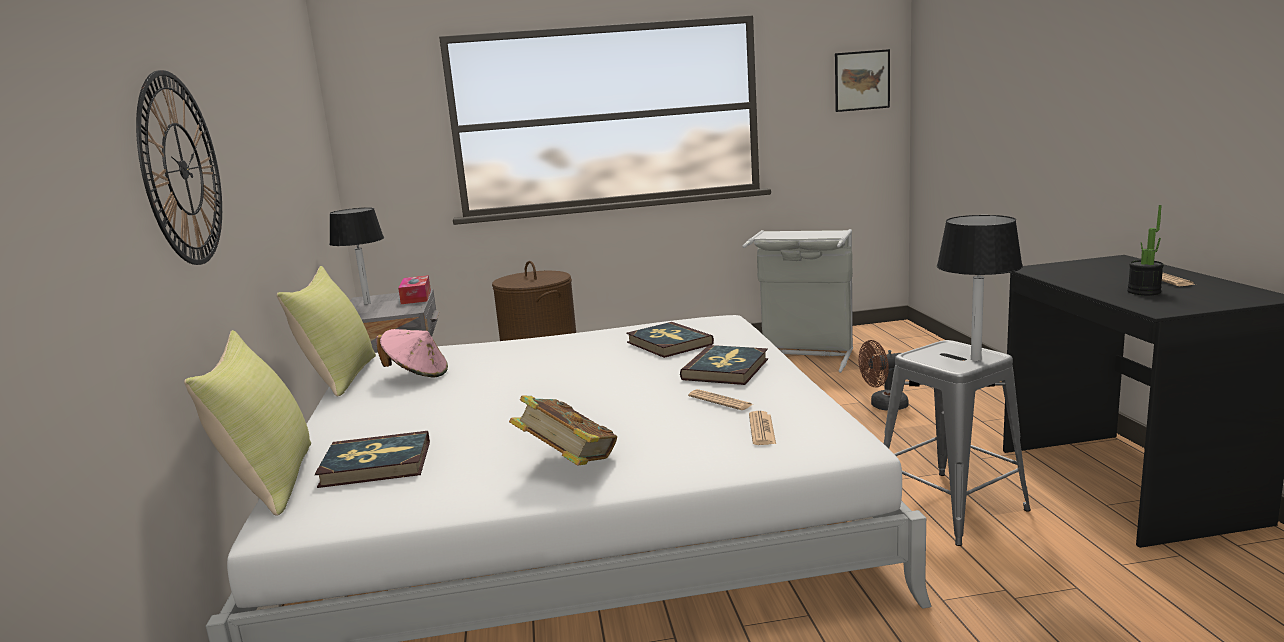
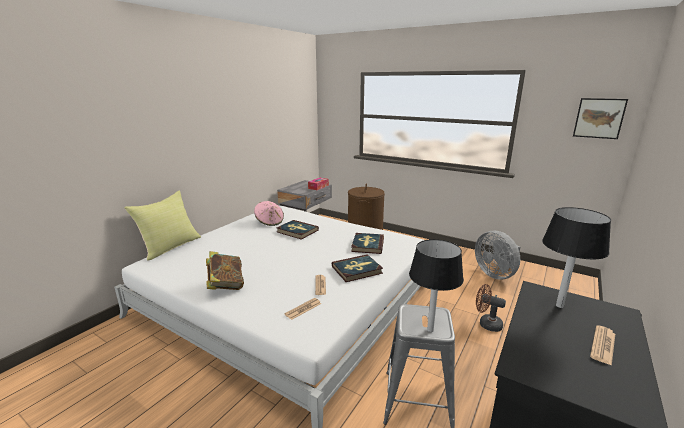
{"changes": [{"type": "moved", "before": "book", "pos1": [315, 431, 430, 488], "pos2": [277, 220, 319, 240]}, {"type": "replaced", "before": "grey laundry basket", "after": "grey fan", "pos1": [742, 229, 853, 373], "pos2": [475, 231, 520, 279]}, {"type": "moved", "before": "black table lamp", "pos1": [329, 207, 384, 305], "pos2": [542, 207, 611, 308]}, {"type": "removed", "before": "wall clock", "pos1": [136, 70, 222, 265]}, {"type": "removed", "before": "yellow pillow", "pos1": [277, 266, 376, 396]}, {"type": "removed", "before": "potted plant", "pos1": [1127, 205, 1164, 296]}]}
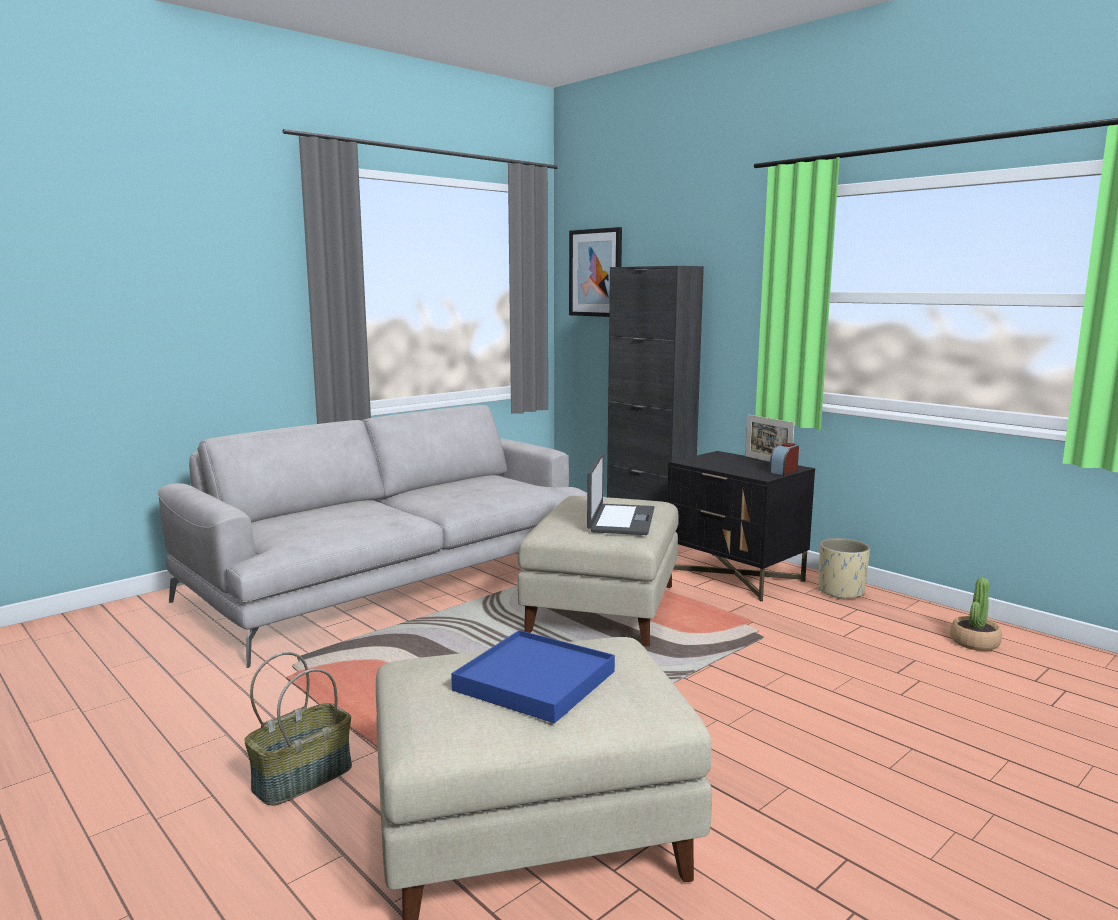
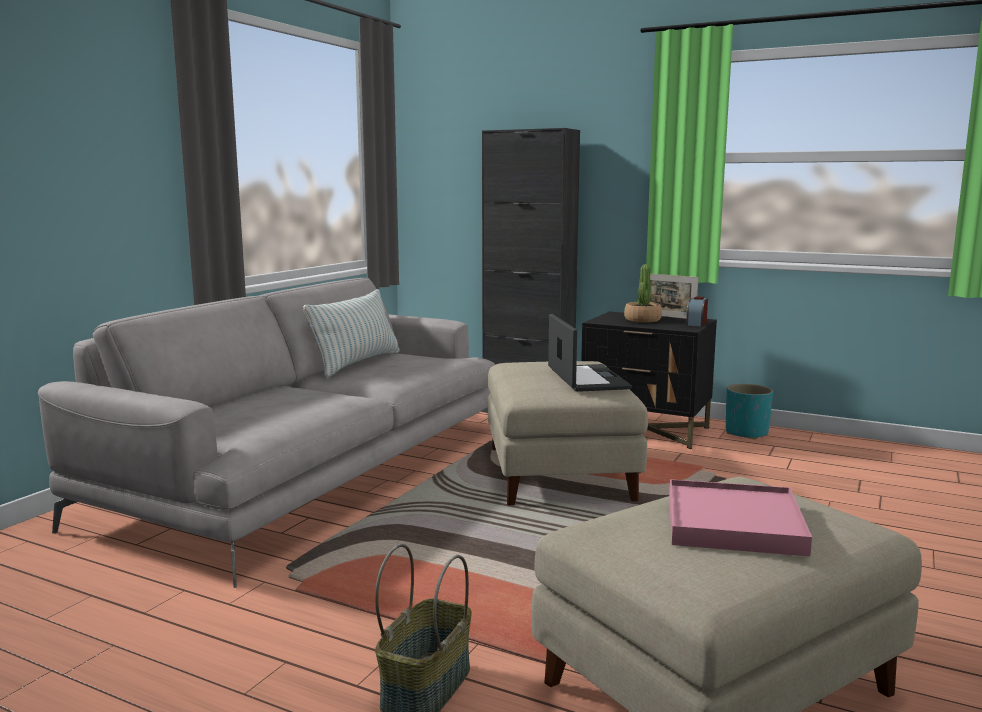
{"changes": [{"type": "added", "after": "pillow", "pos2": [303, 289, 400, 378]}, {"type": "moved", "before": "potted plant", "pos1": [950, 578, 1002, 651], "pos2": [624, 264, 662, 323]}, {"type": "recoloured", "before": "blue tray", "after": "pink tray", "pos1": [451, 630, 615, 723], "pos2": [669, 479, 812, 557]}, {"type": "recoloured", "before": "beige planter", "after": "turquoise planter", "pos1": [819, 538, 870, 600], "pos2": [726, 384, 773, 439]}, {"type": "removed", "before": "picture", "pos1": [569, 227, 622, 317]}]}
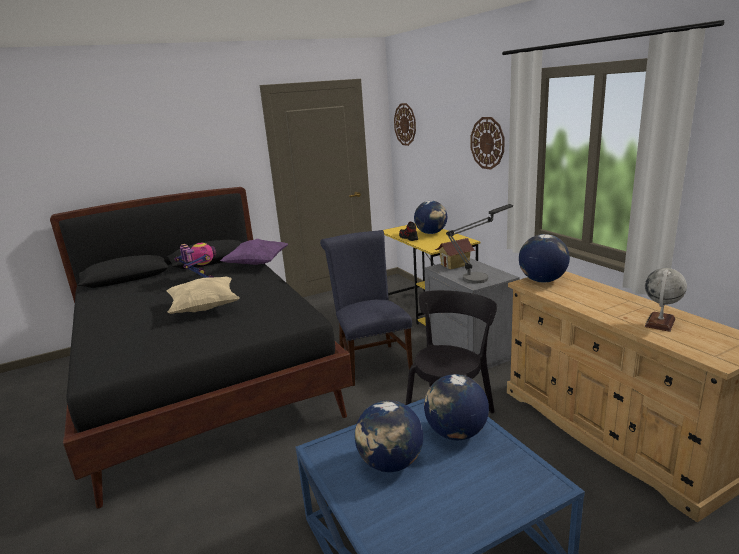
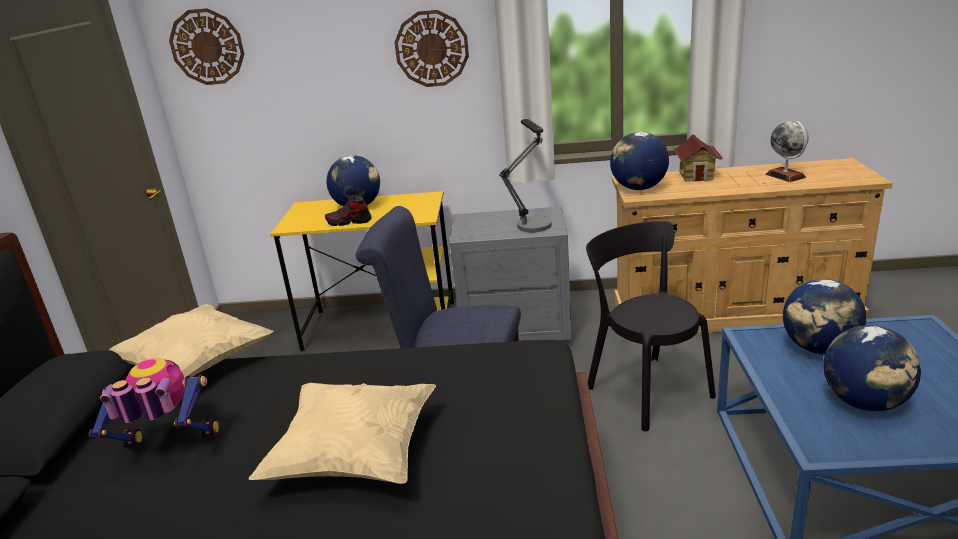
{"changes": [{"type": "recoloured", "before": "purple pillow", "after": "beige pillow", "pos1": [220, 239, 288, 265], "pos2": [109, 304, 273, 378]}, {"type": "moved", "before": "toy house", "pos1": [435, 238, 475, 269], "pos2": [673, 134, 723, 182]}]}
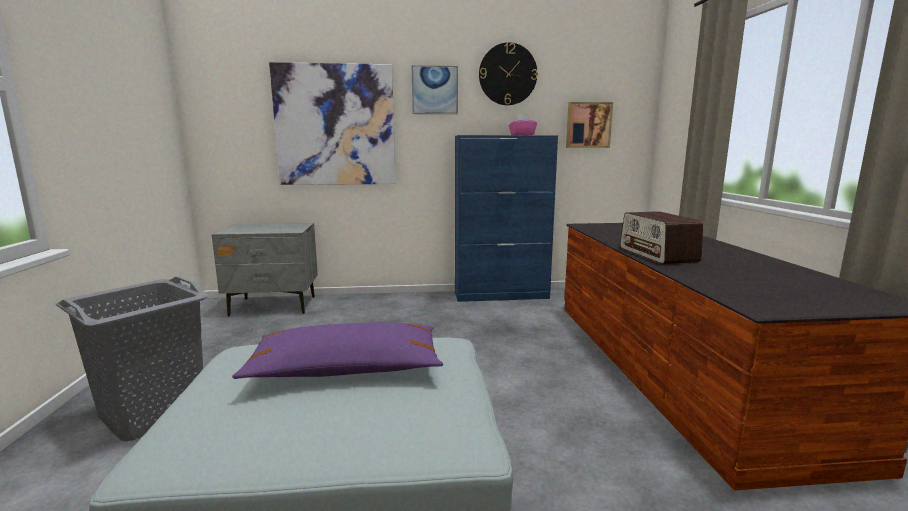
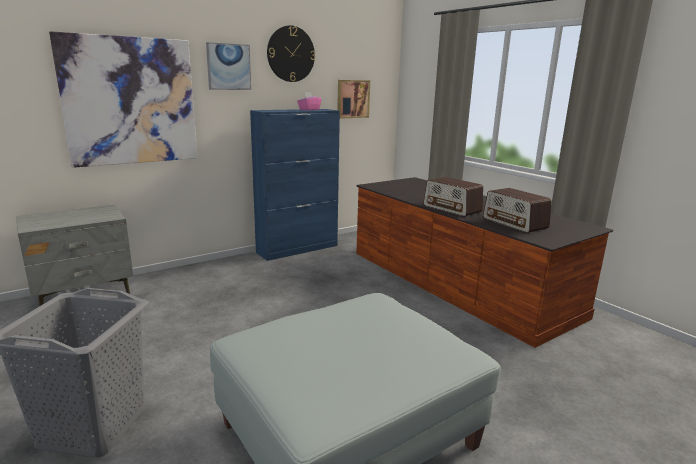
{"changes": [{"type": "added", "after": "radio", "pos2": [483, 188, 551, 233]}, {"type": "removed", "before": "purple pillow", "pos1": [232, 322, 443, 379]}]}
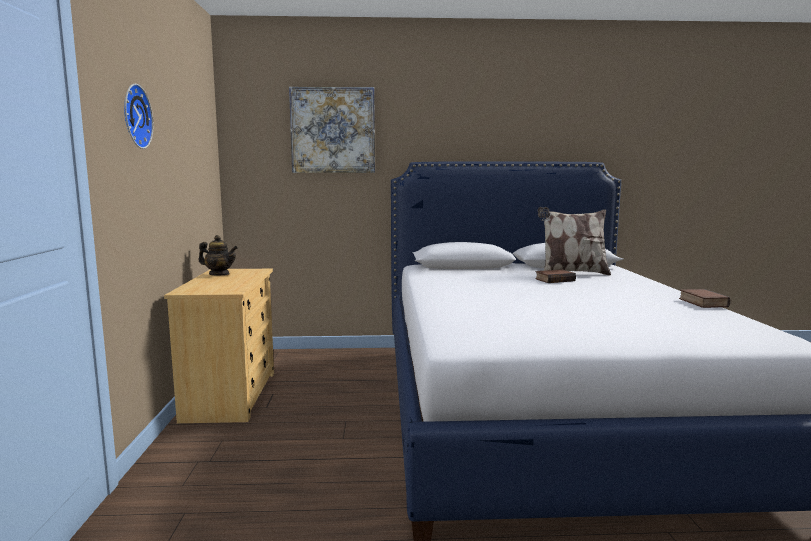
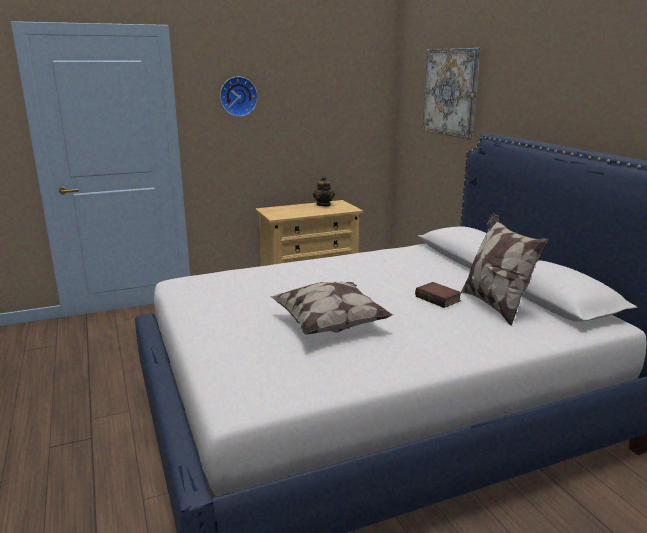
{"changes": [{"type": "added", "after": "pillow", "pos2": [271, 281, 393, 334]}, {"type": "removed", "before": "book", "pos1": [679, 289, 731, 308]}]}
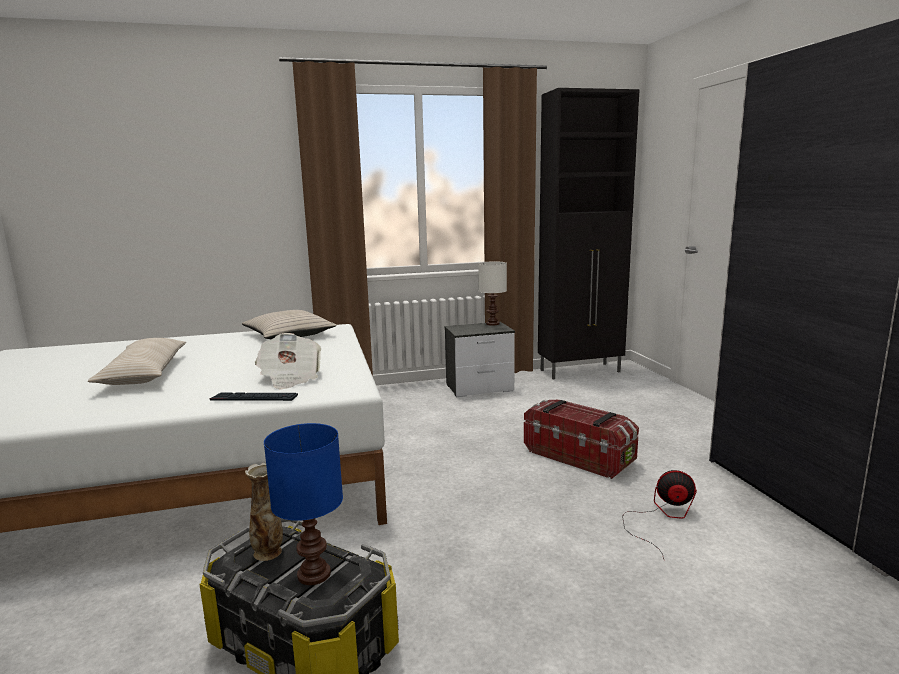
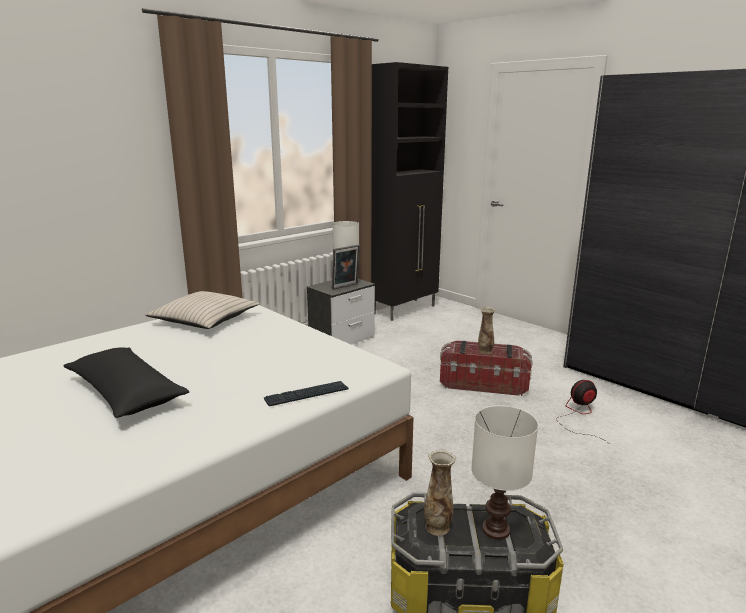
{"changes": [{"type": "recoloured", "before": "beige pillow", "after": "black pillow", "pos1": [88, 338, 186, 385], "pos2": [63, 348, 190, 418]}, {"type": "added", "after": "picture frame", "pos2": [332, 245, 360, 290]}, {"type": "recoloured", "before": "blue table lamp", "after": "white table lamp", "pos1": [264, 423, 343, 585], "pos2": [471, 405, 538, 540]}, {"type": "added", "after": "vase", "pos2": [478, 307, 496, 355]}, {"type": "removed", "before": "newspaper", "pos1": [255, 333, 321, 389]}]}
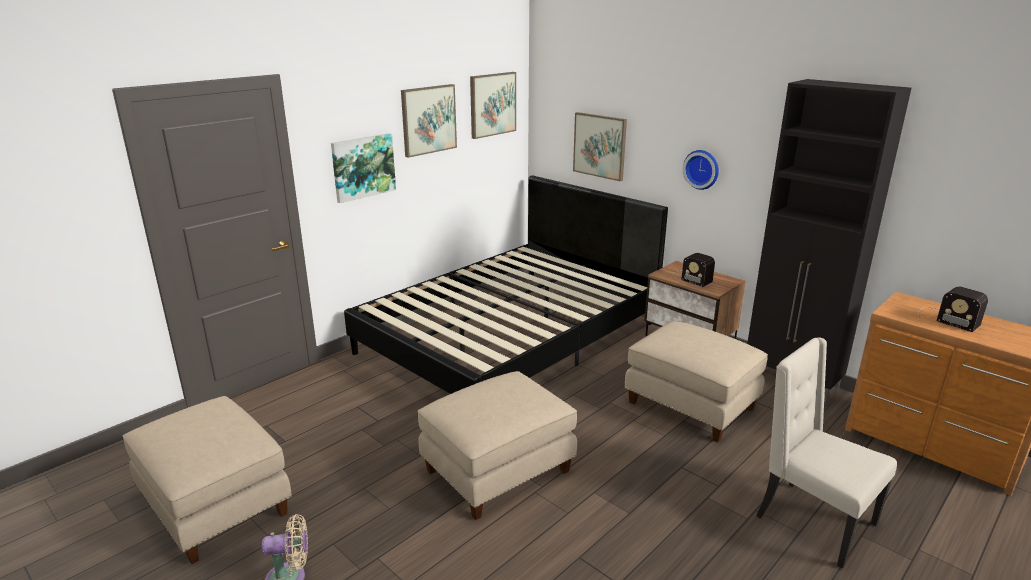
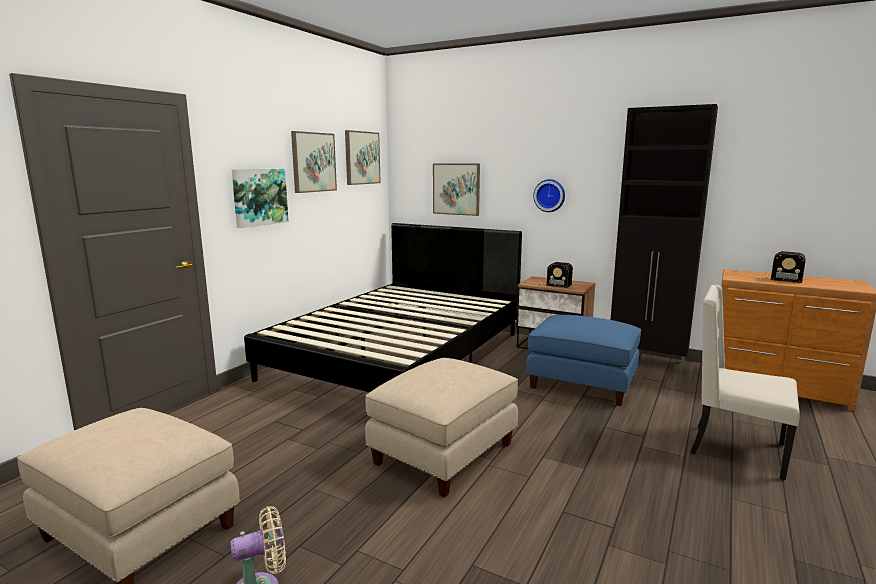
{"changes": [{"type": "recoloured", "before": "beige ottoman", "after": "blue ottoman", "pos1": [625, 321, 768, 442], "pos2": [526, 315, 641, 406]}]}
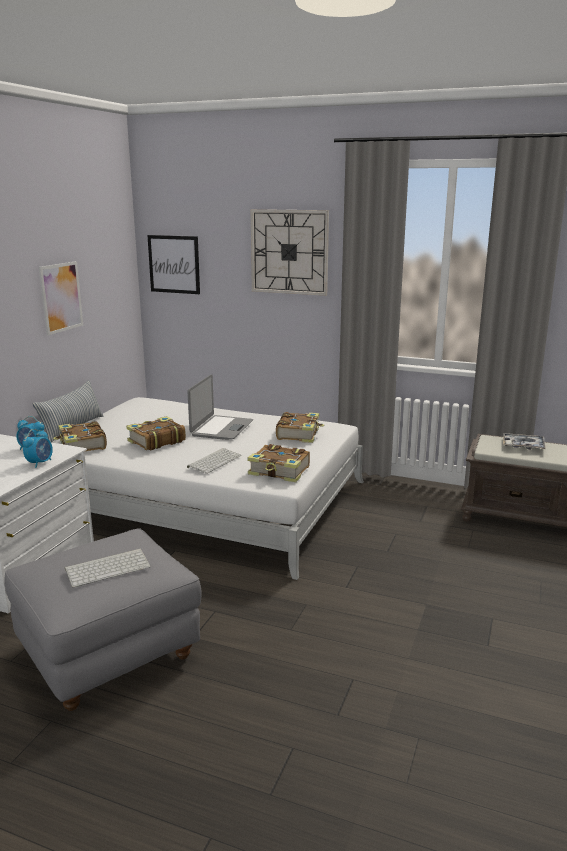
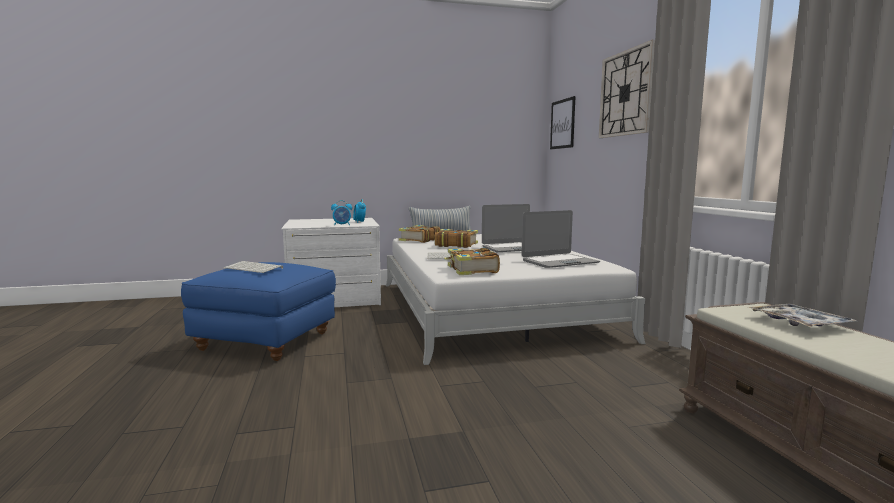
{"changes": [{"type": "recoloured", "before": "grey ottoman", "after": "blue ottoman", "pos1": [4, 529, 201, 711], "pos2": [181, 262, 336, 361]}, {"type": "replaced", "before": "book", "after": "laptop", "pos1": [276, 412, 325, 443], "pos2": [521, 210, 600, 268]}, {"type": "removed", "before": "picture", "pos1": [39, 261, 83, 335]}]}
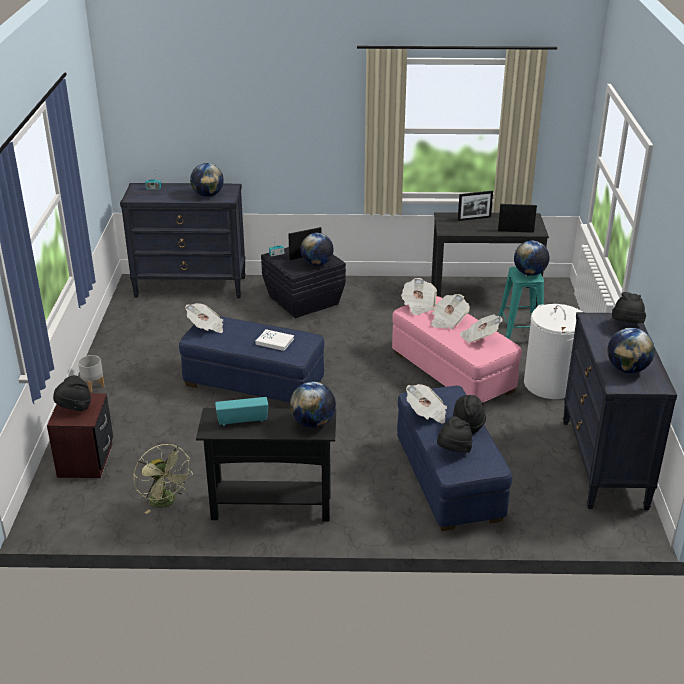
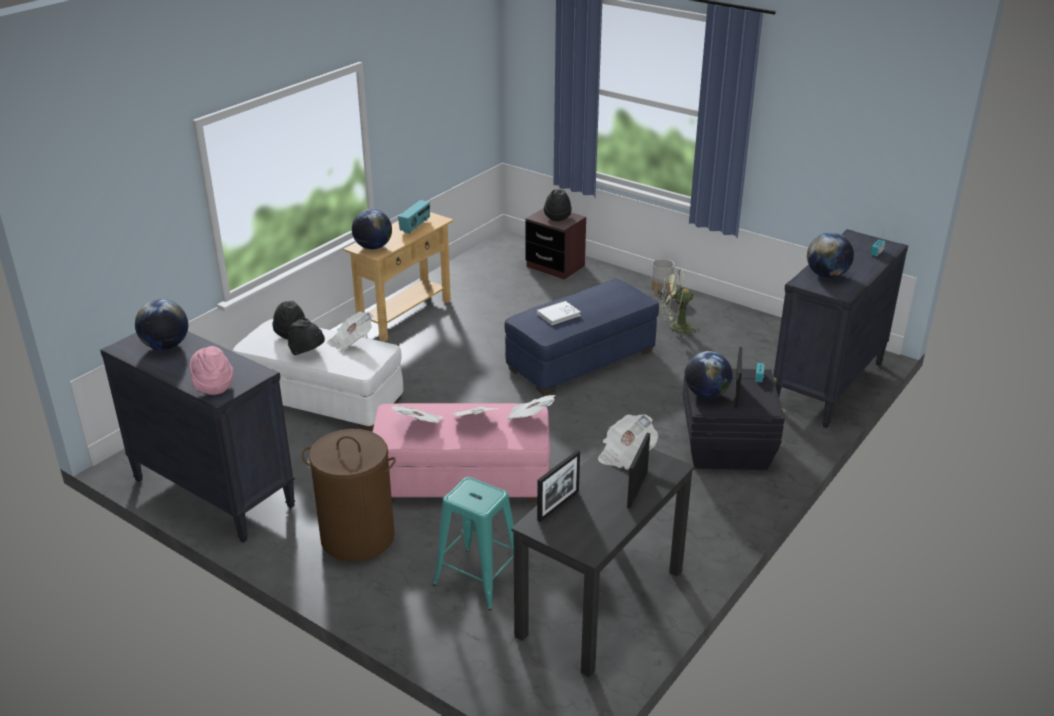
{"changes": [{"type": "recoloured", "before": "black hat", "after": "pink hat", "pos1": [612, 292, 646, 323], "pos2": [190, 346, 234, 395]}, {"type": "recoloured", "before": "blue ottoman", "after": "white ottoman", "pos1": [397, 386, 512, 531], "pos2": [232, 319, 403, 431]}, {"type": "recoloured", "before": "white laundry basket", "after": "brown laundry basket", "pos1": [524, 304, 582, 399], "pos2": [302, 429, 396, 562]}, {"type": "recoloured", "before": "black console table", "after": "beige console table", "pos1": [196, 408, 336, 522], "pos2": [343, 212, 454, 342]}, {"type": "moved", "before": "newspaper", "pos1": [185, 303, 223, 333], "pos2": [598, 414, 658, 469]}, {"type": "moved", "before": "green fan", "pos1": [133, 444, 193, 514], "pos2": [660, 268, 700, 338]}, {"type": "removed", "before": "globe", "pos1": [514, 241, 549, 276]}]}
